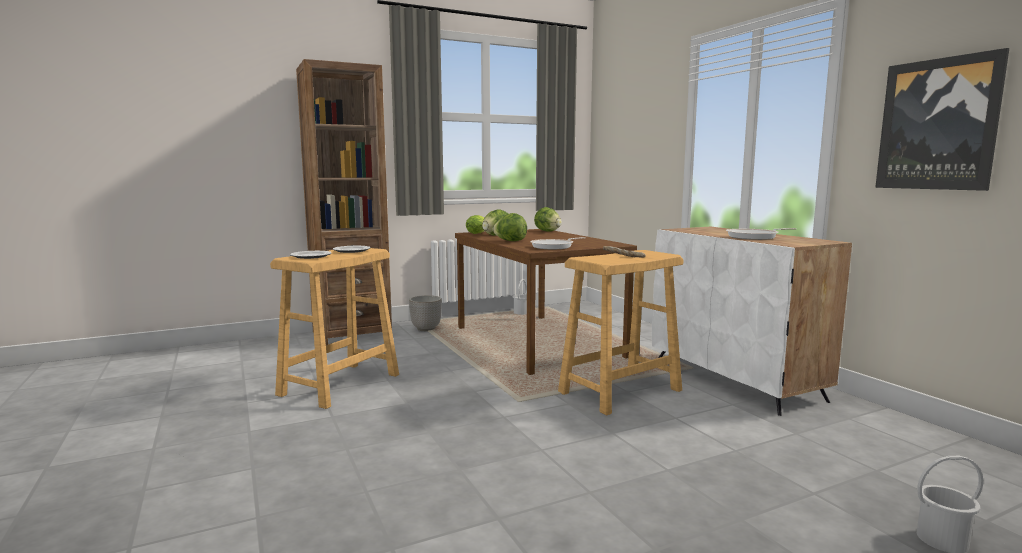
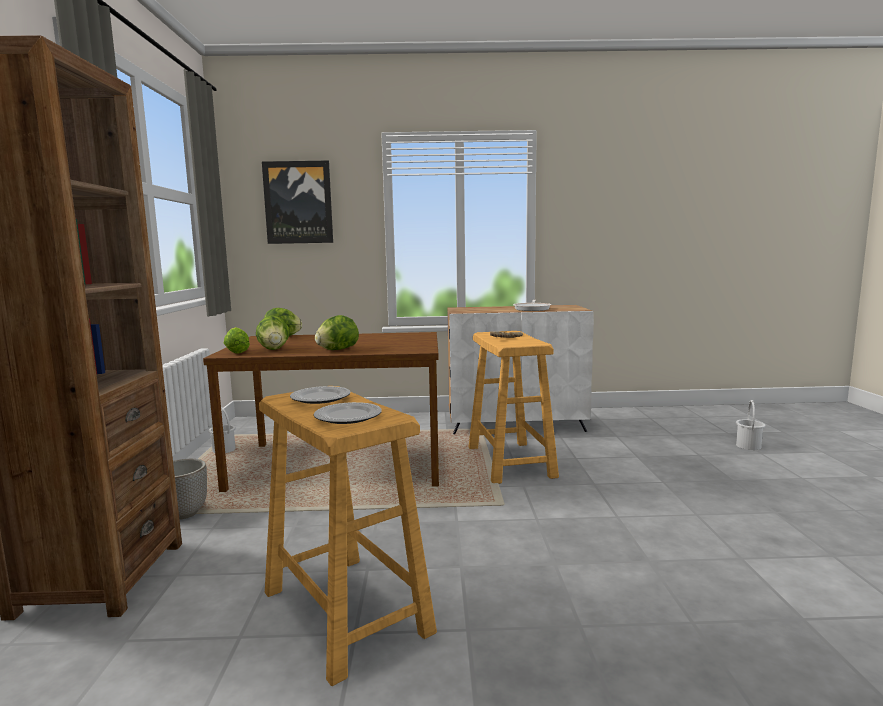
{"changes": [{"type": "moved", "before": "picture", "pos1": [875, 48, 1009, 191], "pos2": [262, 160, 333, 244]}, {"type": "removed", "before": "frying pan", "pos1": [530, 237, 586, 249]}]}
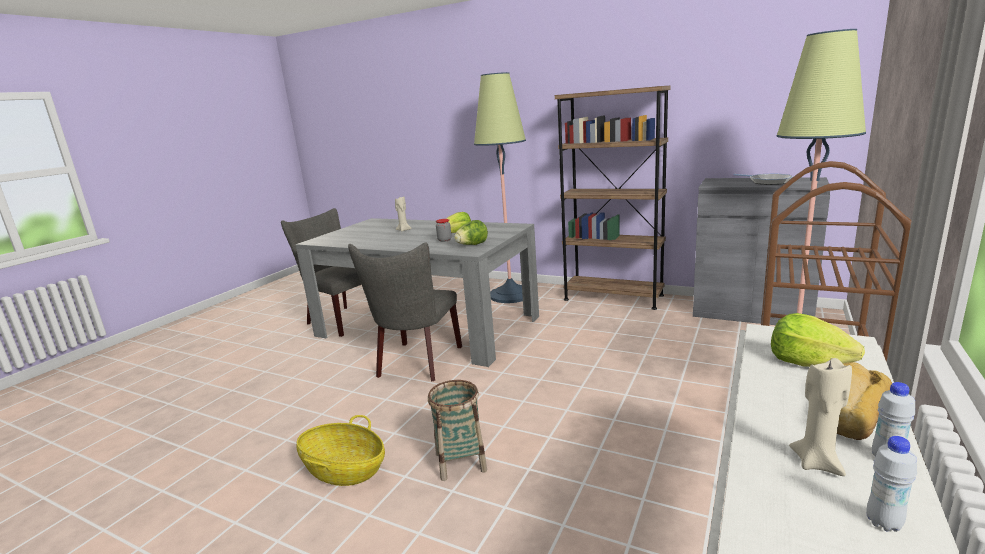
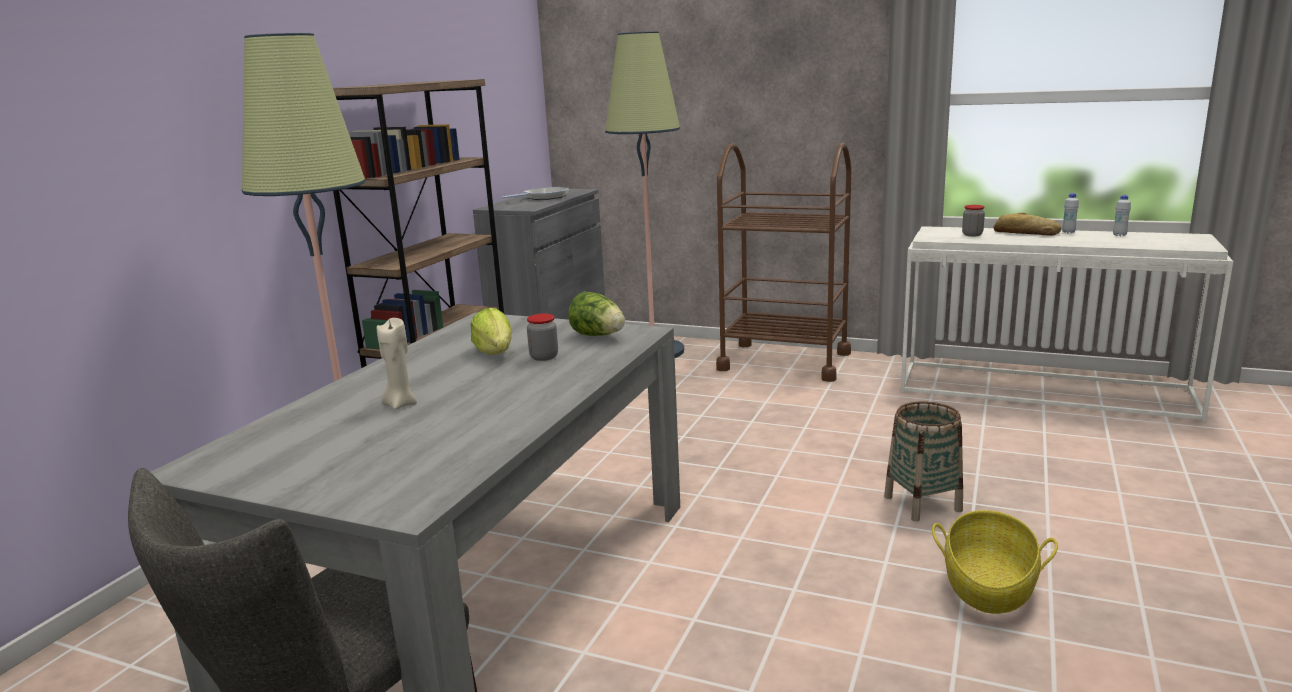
{"changes": [{"type": "replaced", "before": "lettuce", "after": "jar", "pos1": [771, 313, 865, 367], "pos2": [962, 205, 985, 236]}, {"type": "removed", "before": "grey chair", "pos1": [348, 243, 462, 382]}, {"type": "removed", "before": "beige candle", "pos1": [789, 358, 852, 476]}]}
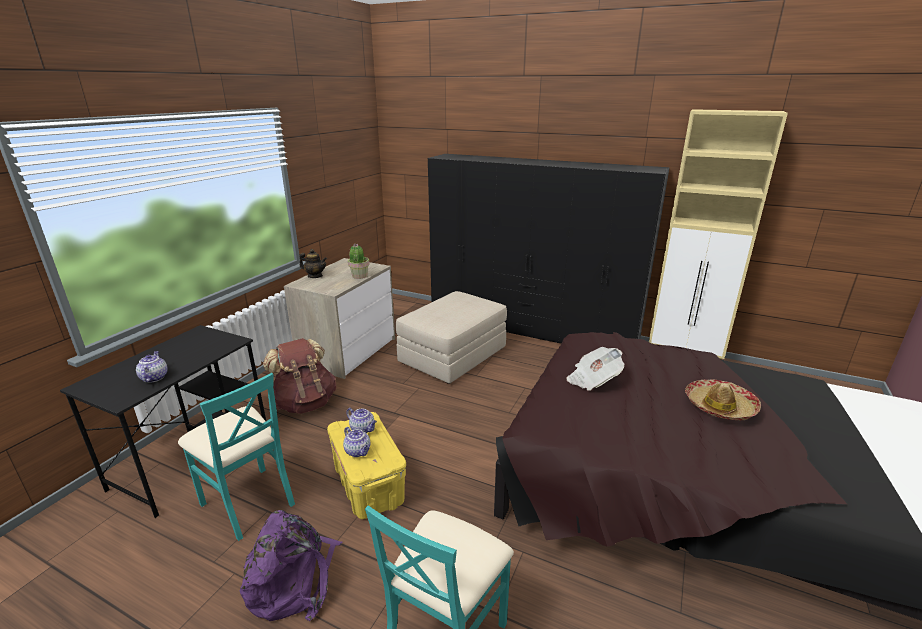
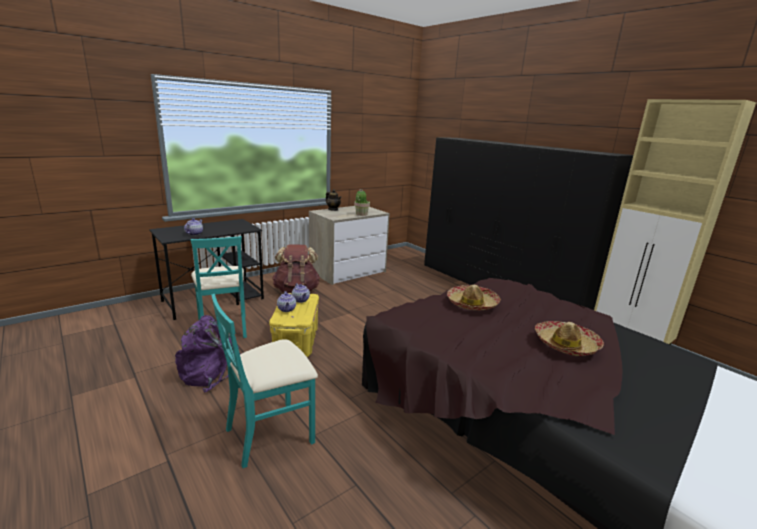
{"changes": [{"type": "replaced", "before": "newspaper", "after": "hat", "pos1": [566, 347, 624, 391], "pos2": [447, 285, 501, 310]}, {"type": "removed", "before": "beige ottoman", "pos1": [396, 291, 507, 384]}]}
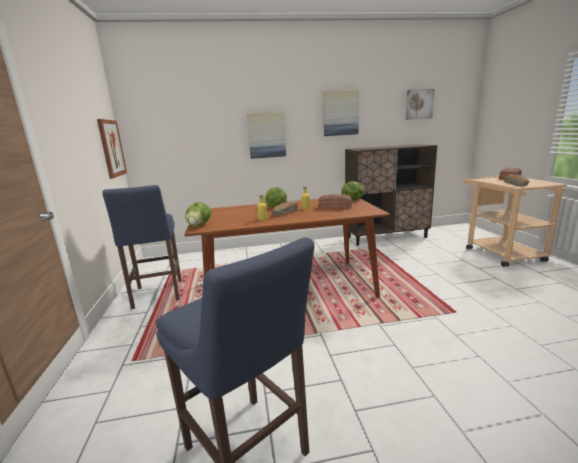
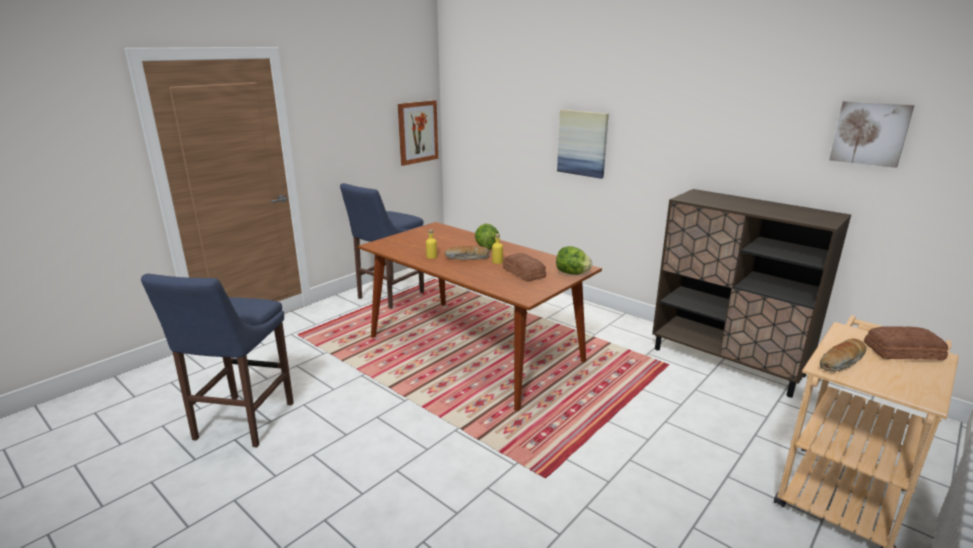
{"changes": [{"type": "removed", "before": "lettuce", "pos1": [185, 202, 212, 227]}, {"type": "removed", "before": "picture", "pos1": [323, 90, 359, 136]}]}
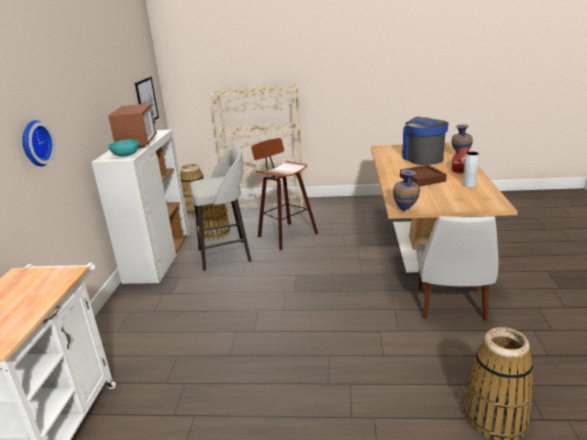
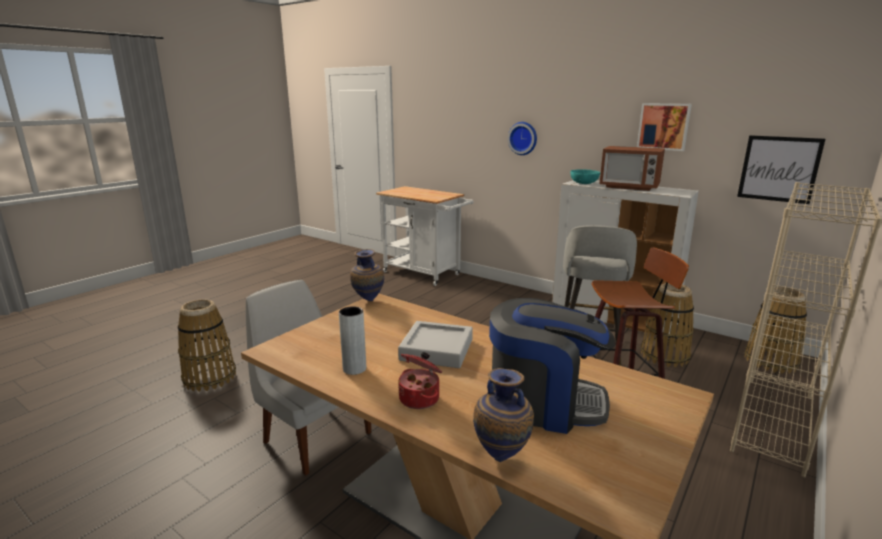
{"changes": [{"type": "recoloured", "before": "brown tray", "after": "grey tray", "pos1": [400, 165, 447, 186], "pos2": [398, 321, 473, 368]}, {"type": "added", "after": "picture", "pos2": [637, 103, 692, 151]}]}
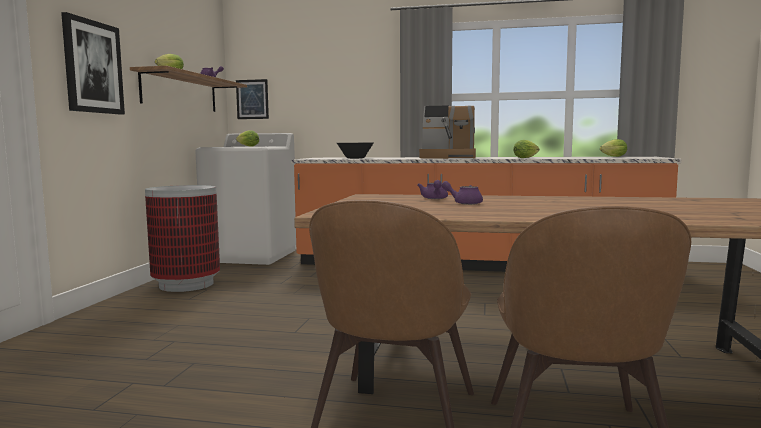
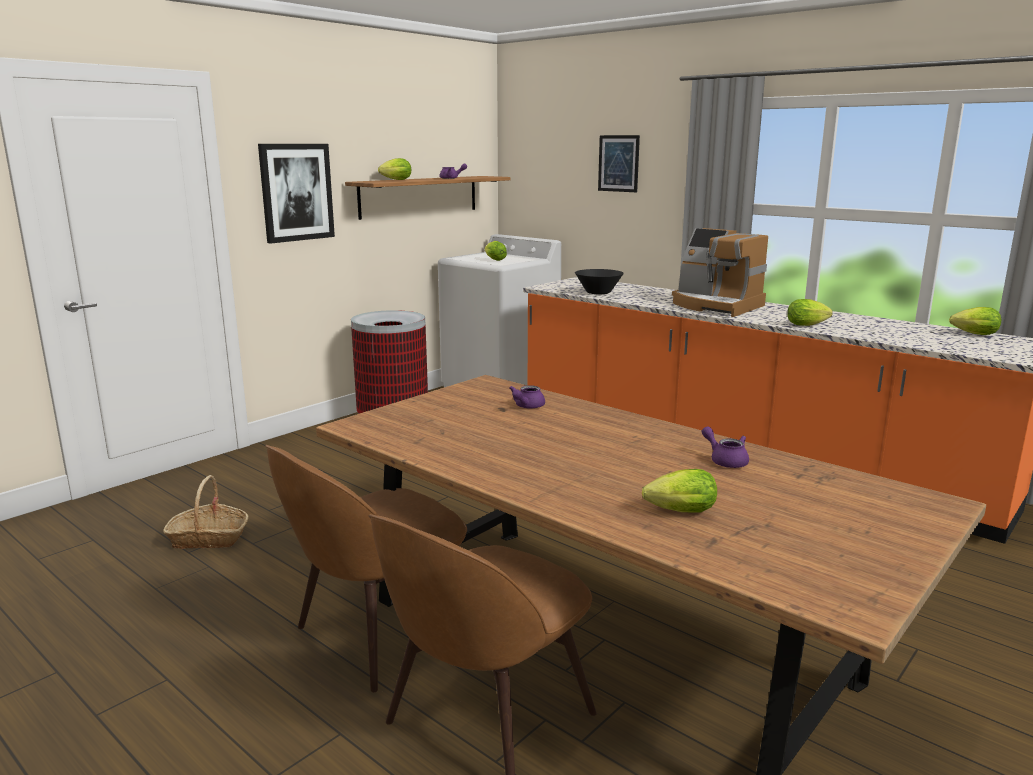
{"changes": [{"type": "added", "after": "basket", "pos2": [163, 475, 248, 549]}, {"type": "moved", "before": "picture", "pos1": [236, 79, 269, 119], "pos2": [598, 135, 640, 192]}, {"type": "added", "after": "lettuce", "pos2": [642, 469, 717, 512]}, {"type": "moved", "before": "purple teapot", "pos1": [442, 181, 483, 205], "pos2": [702, 427, 749, 468]}]}
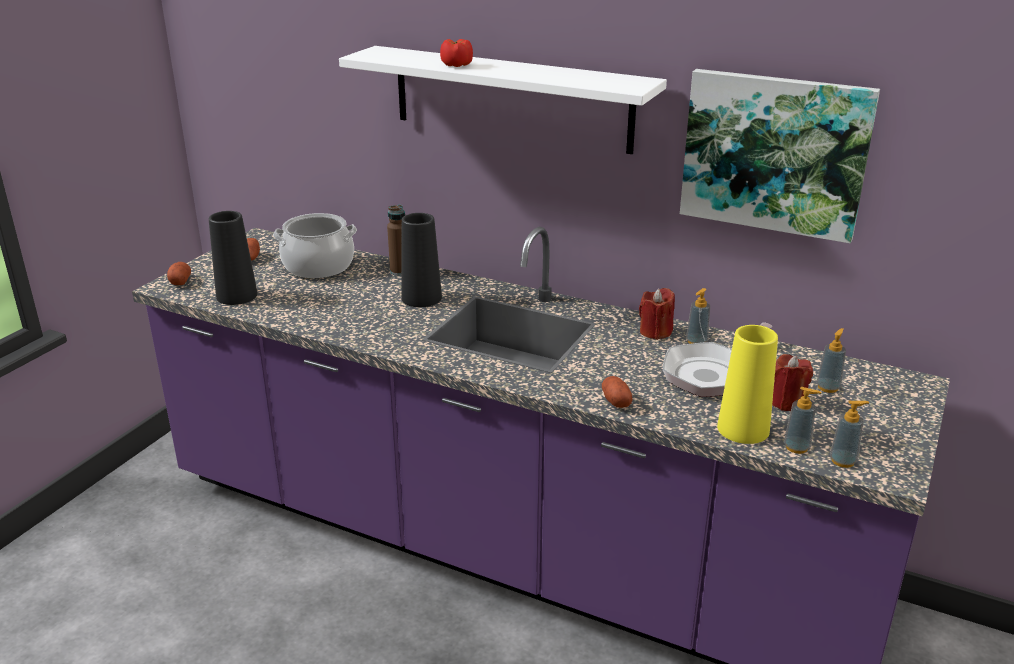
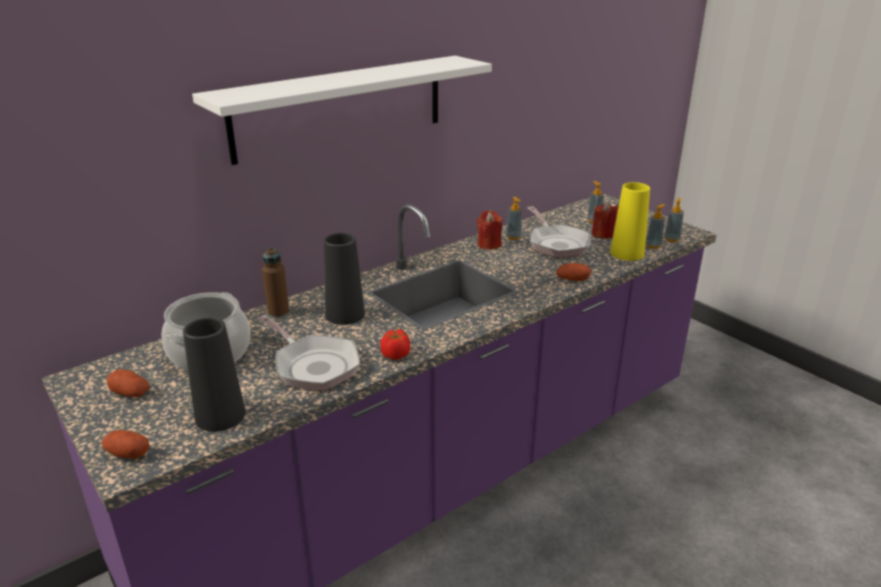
{"changes": [{"type": "added", "after": "frying pan", "pos2": [257, 315, 360, 391]}, {"type": "moved", "before": "tomato", "pos1": [440, 39, 473, 67], "pos2": [380, 329, 410, 360]}, {"type": "removed", "before": "picture", "pos1": [680, 69, 880, 243]}]}
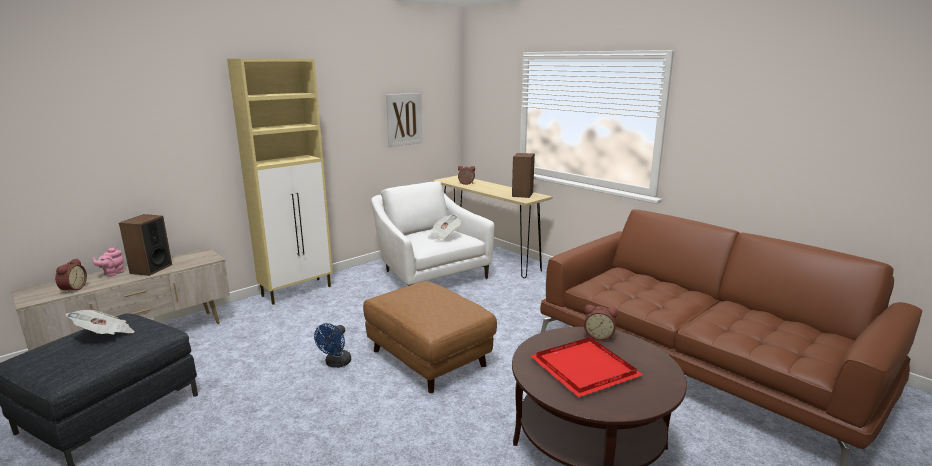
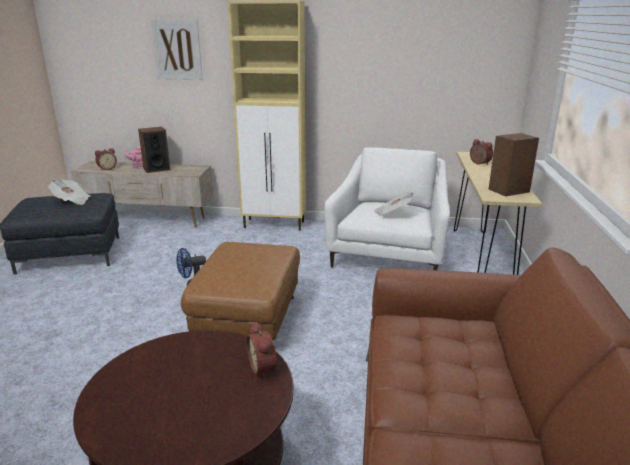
{"changes": [{"type": "moved", "before": "picture", "pos1": [386, 93, 422, 147], "pos2": [151, 20, 203, 80]}, {"type": "removed", "before": "red tray", "pos1": [530, 337, 643, 398]}]}
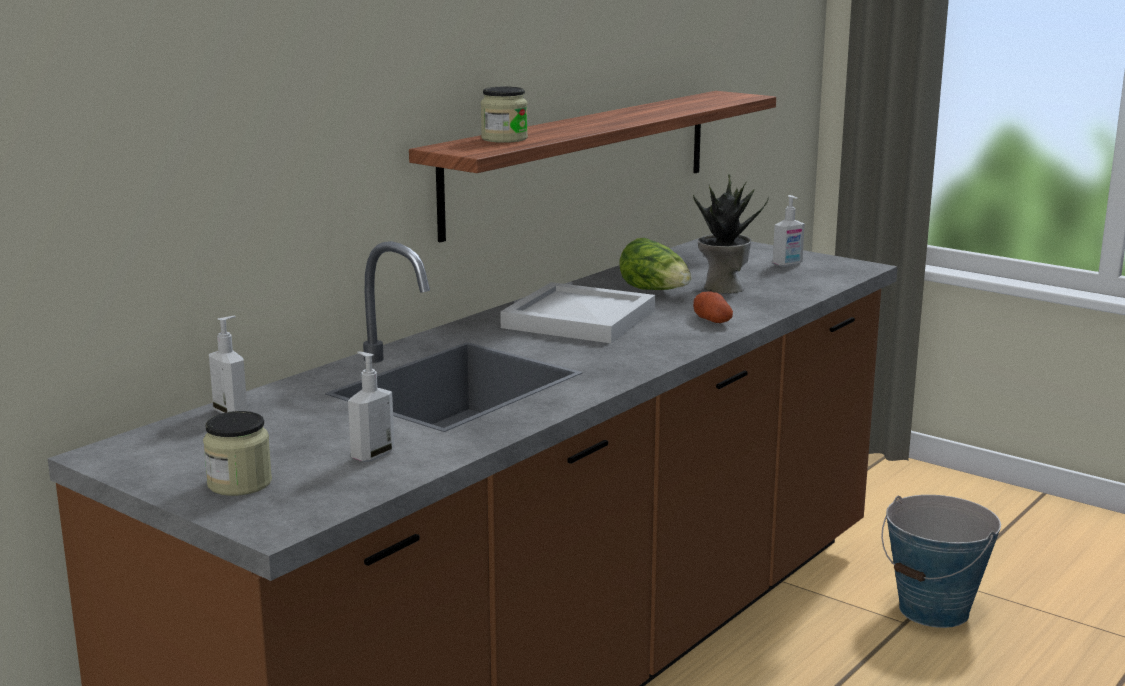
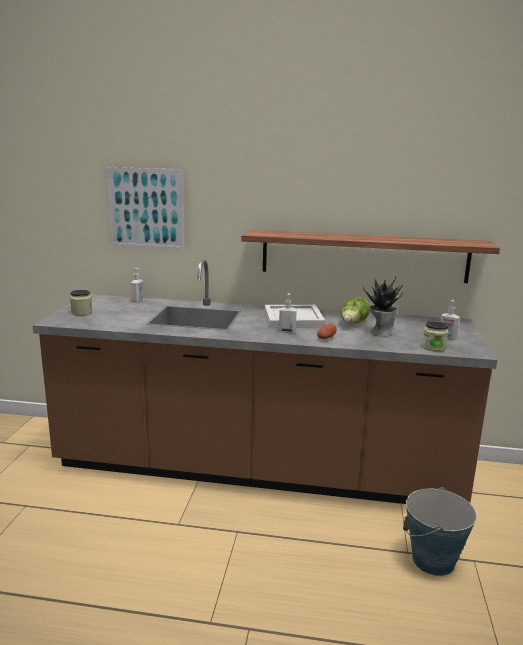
{"changes": [{"type": "added", "after": "picture", "pos2": [105, 167, 184, 250]}, {"type": "moved", "before": "soap dispenser", "pos1": [348, 351, 394, 462], "pos2": [279, 293, 297, 333]}, {"type": "moved", "before": "jar", "pos1": [481, 87, 528, 143], "pos2": [422, 321, 449, 352]}]}
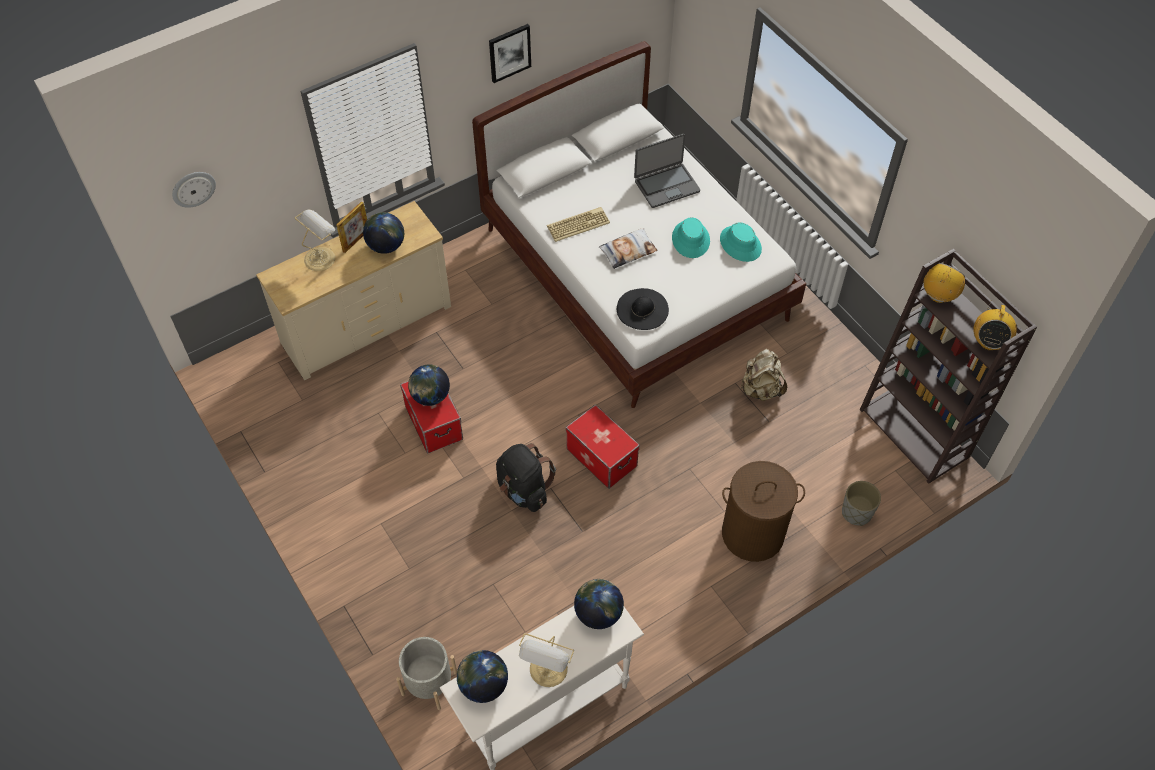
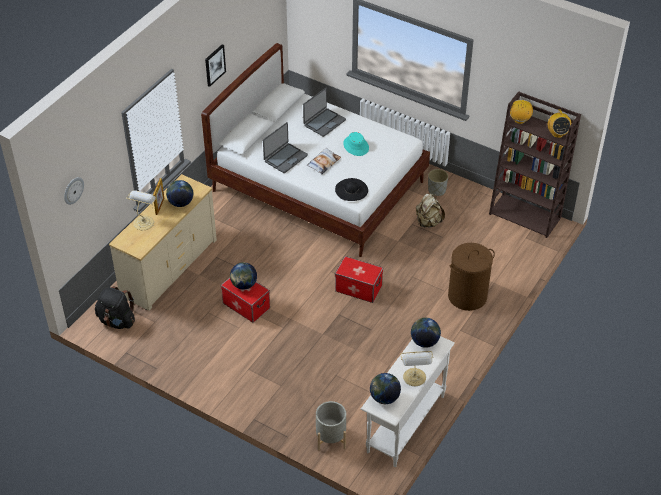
{"changes": [{"type": "moved", "before": "black backpack", "pos1": [496, 443, 556, 512], "pos2": [95, 286, 135, 329]}, {"type": "replaced", "before": "keyboard", "after": "laptop", "pos1": [547, 207, 610, 242], "pos2": [263, 122, 308, 173]}, {"type": "moved", "before": "grey planter", "pos1": [842, 481, 881, 526], "pos2": [428, 169, 448, 196]}, {"type": "removed", "before": "turquoise hat", "pos1": [720, 223, 762, 262]}]}
